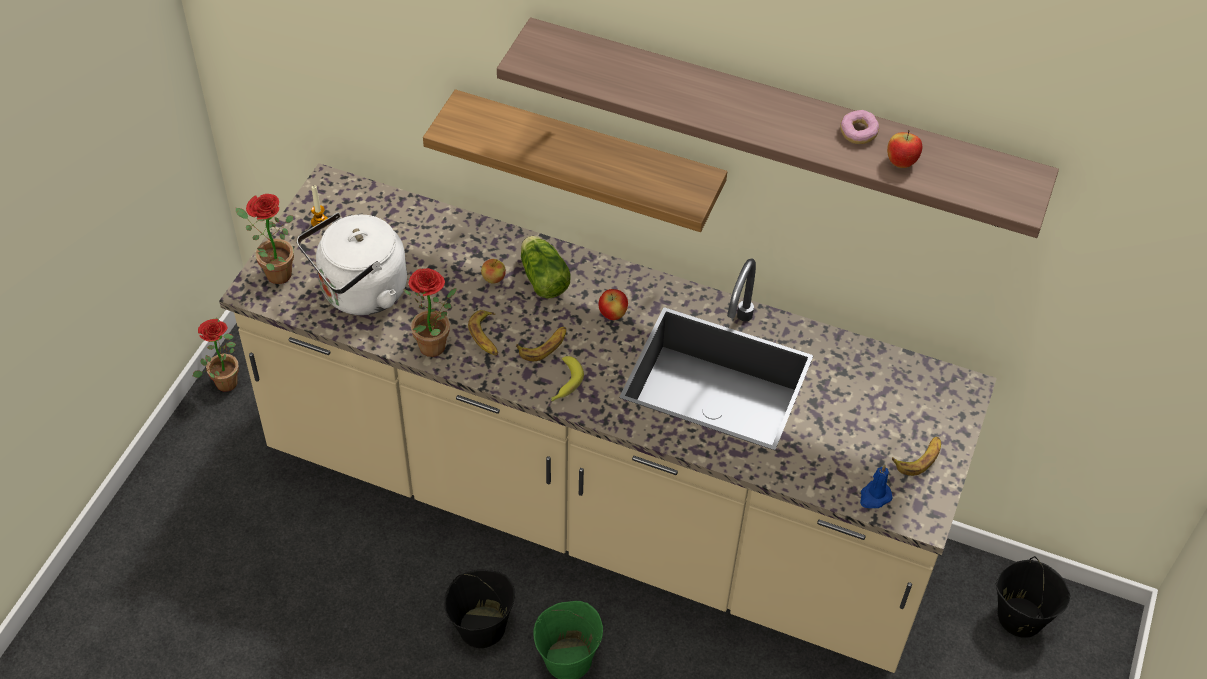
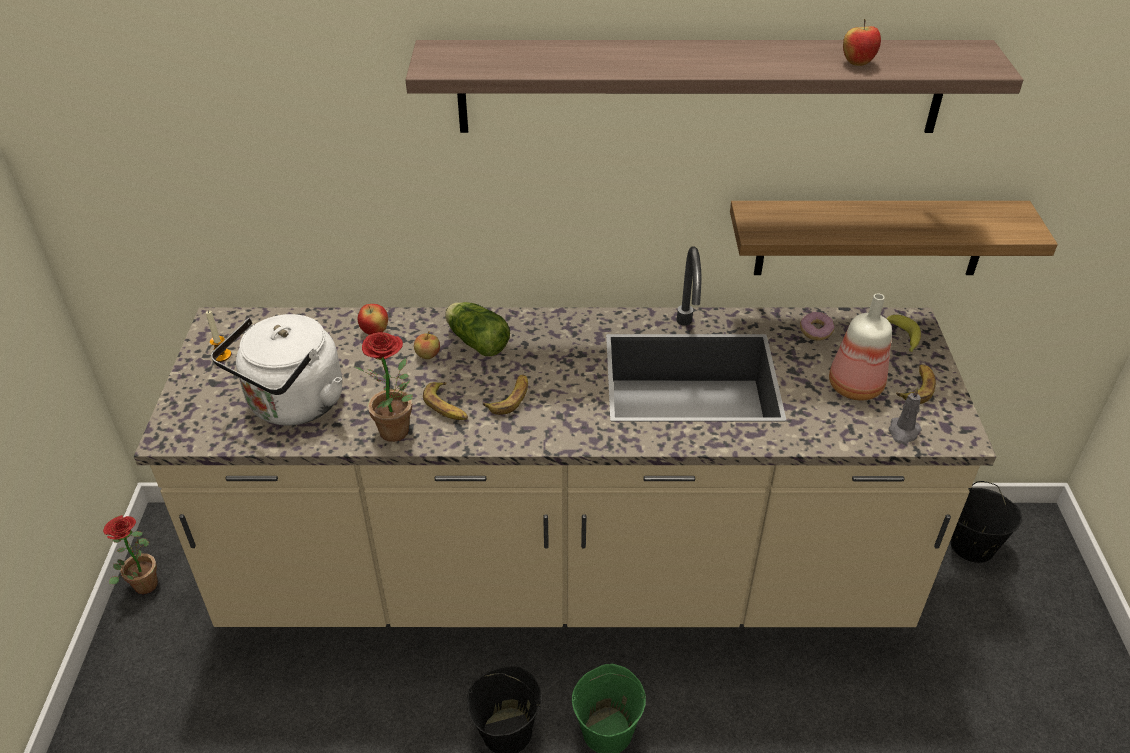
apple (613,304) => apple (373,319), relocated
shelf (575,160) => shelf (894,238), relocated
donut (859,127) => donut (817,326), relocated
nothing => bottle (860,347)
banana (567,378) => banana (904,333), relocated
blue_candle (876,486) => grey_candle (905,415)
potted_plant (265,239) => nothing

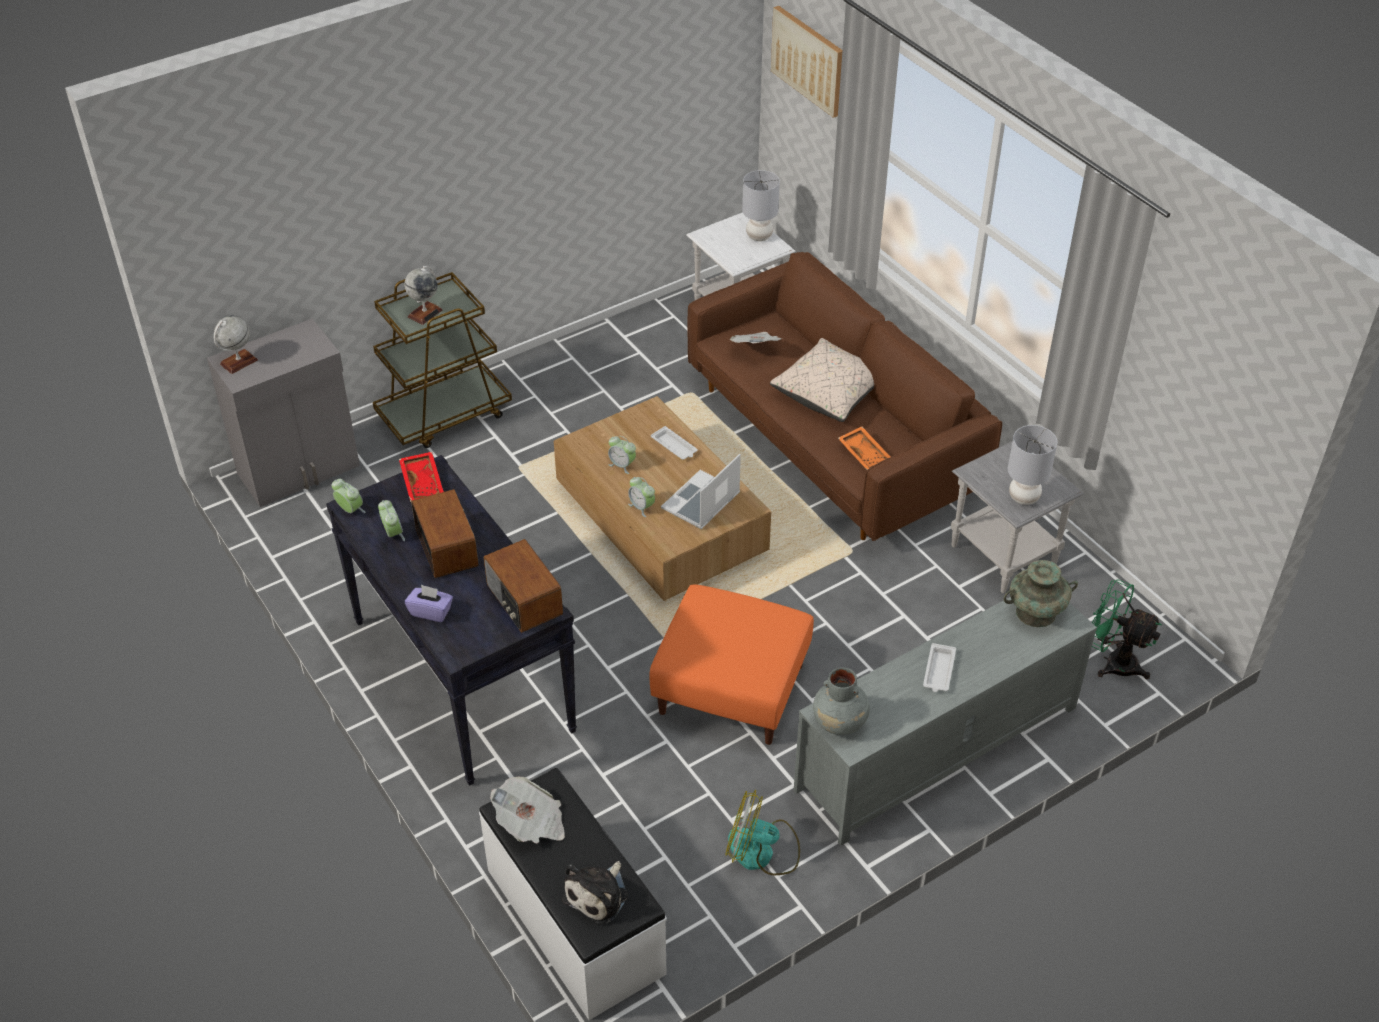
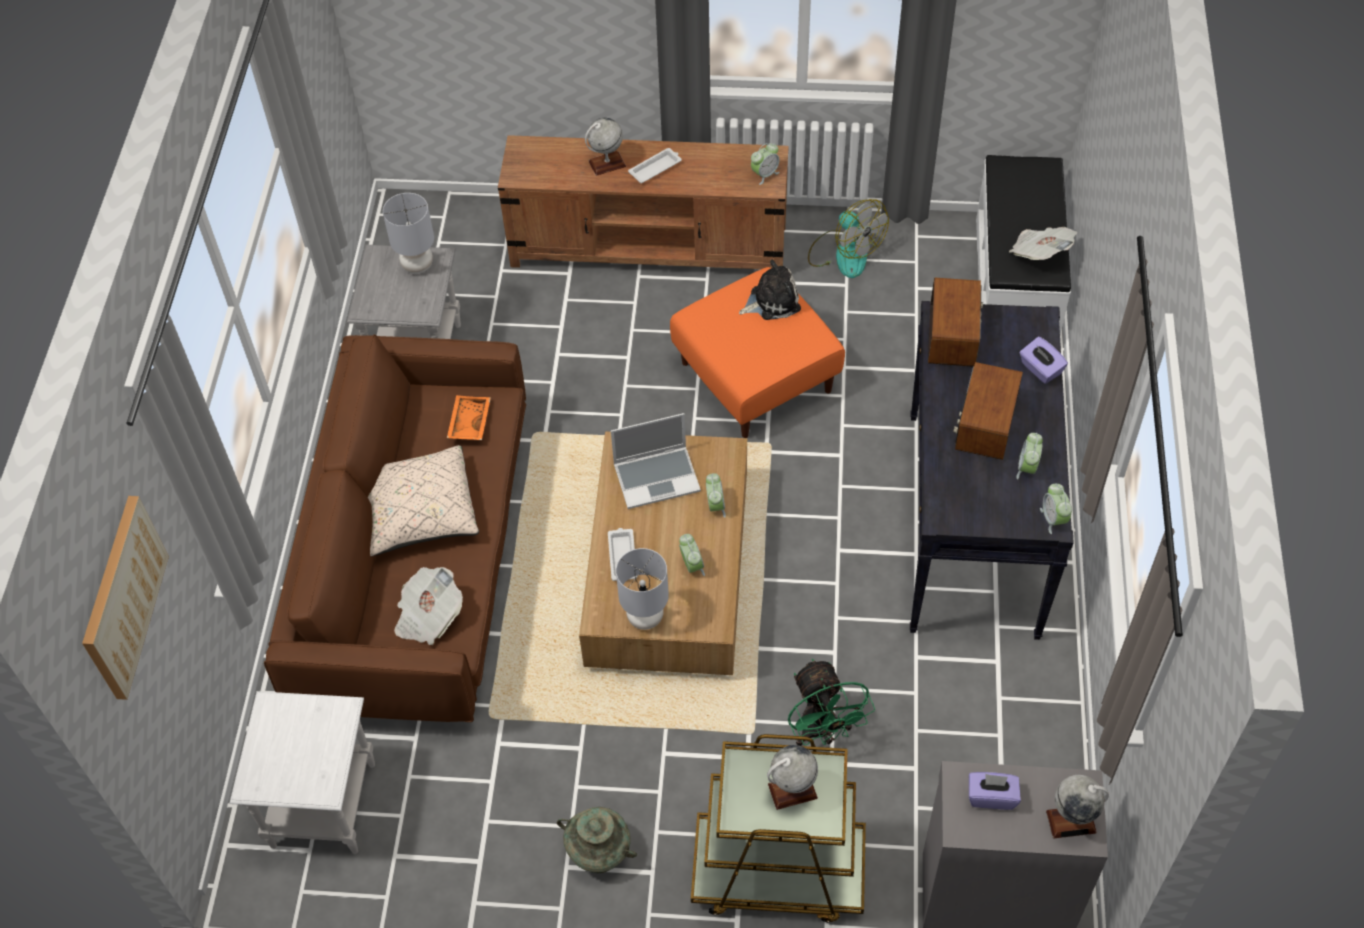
grey_tv_stand (945,721) => brown_tv_stand (643,202)
turquoise_vase (1041,593) => turquoise_vase (597,840), relocated
nothing => globe (605,147)
grey_table_lamp (761,205) => grey_table_lamp (642,589), relocated
plush_toy (595,893) => plush_toy (770,290), relocated
grey_vase (841,701) => alarm_clock (765,164)
green_fan (1127,629) => green_fan (831,702), relocated
nothing => purple_tissue_box (995,791)
red_tray (421,477) => nothing

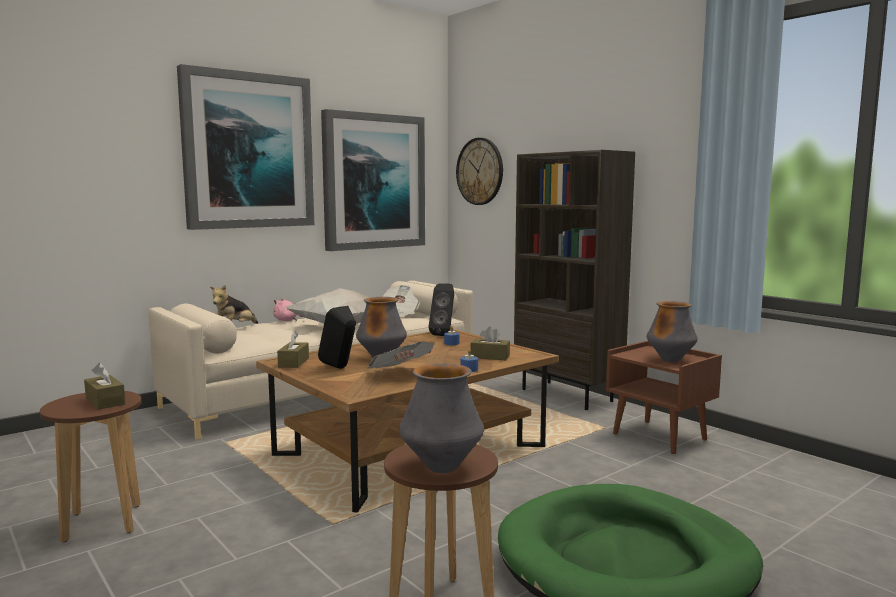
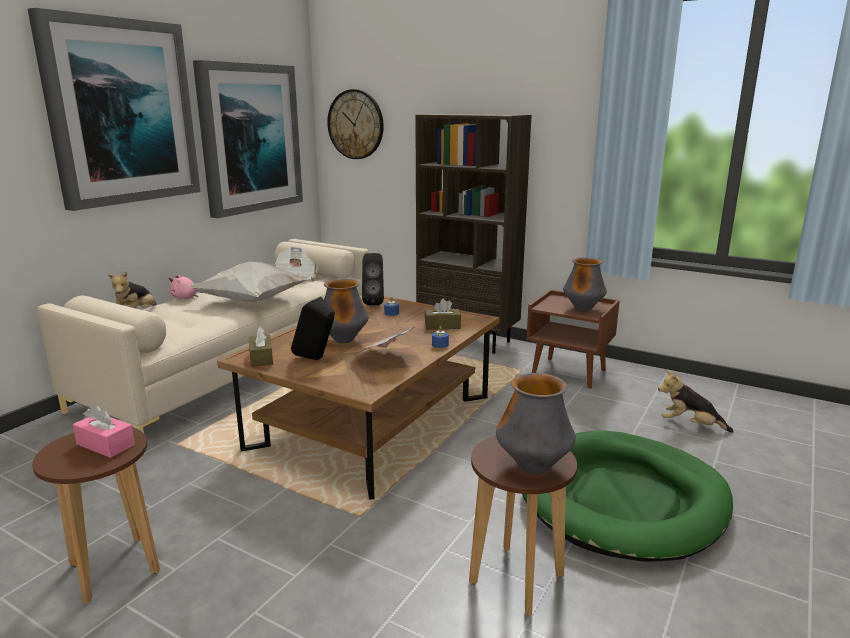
brown_tissue_box (105,386) => pink_tissue_box (104,431)
nothing => plush_toy (696,401)

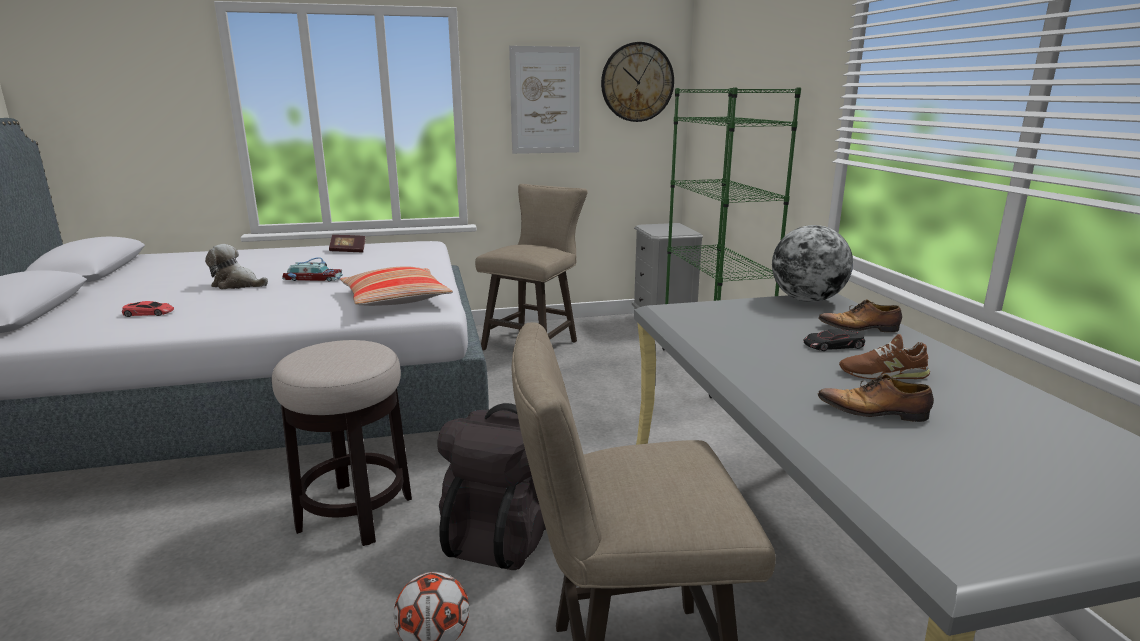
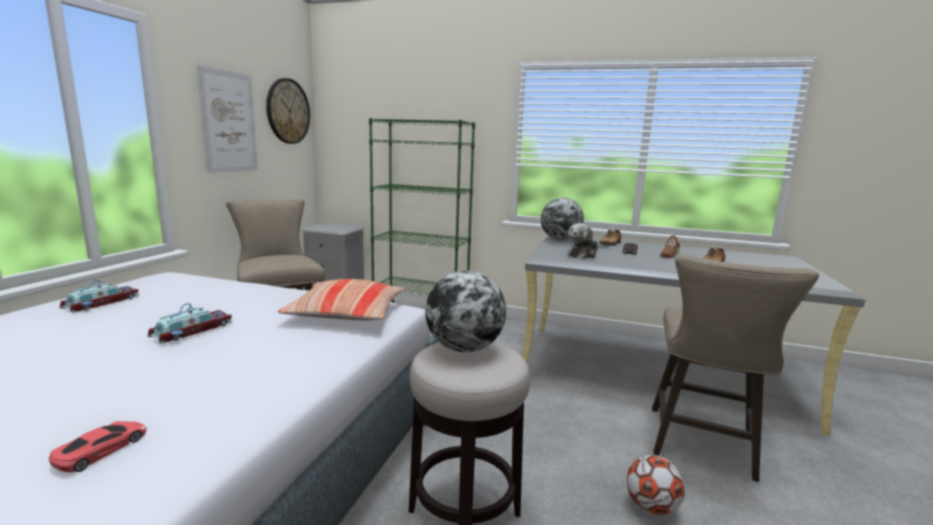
book (347,243) => toy_car (99,296)
nothing => globe (465,311)
plush_toy (236,266) => plush_toy (583,241), relocated
black_backpack (491,486) => nothing

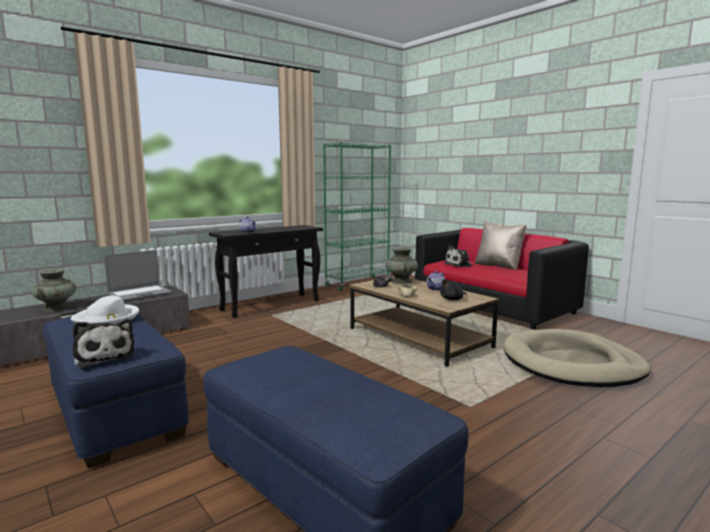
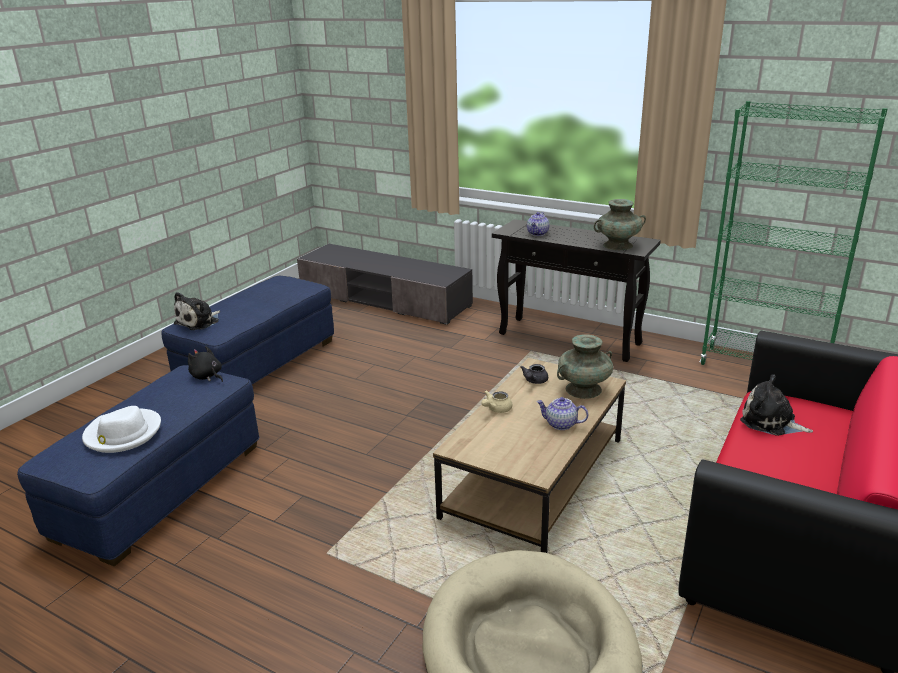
white_hat (105,310) => white_hat (121,429), relocated
black_plush_toy (453,289) => black_plush_toy (205,364), relocated
turquoise_vase (54,290) => turquoise_vase (620,224), relocated
laptop (138,275) => nothing
beige_pillow (501,246) => nothing

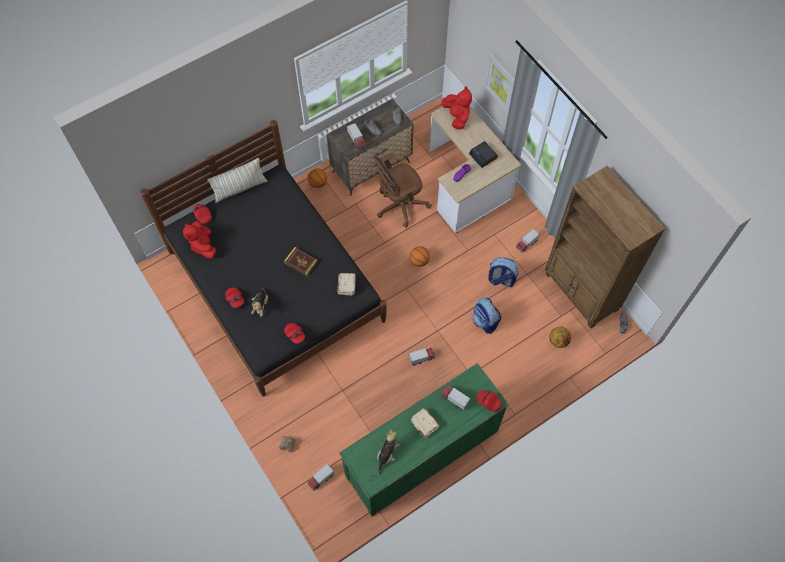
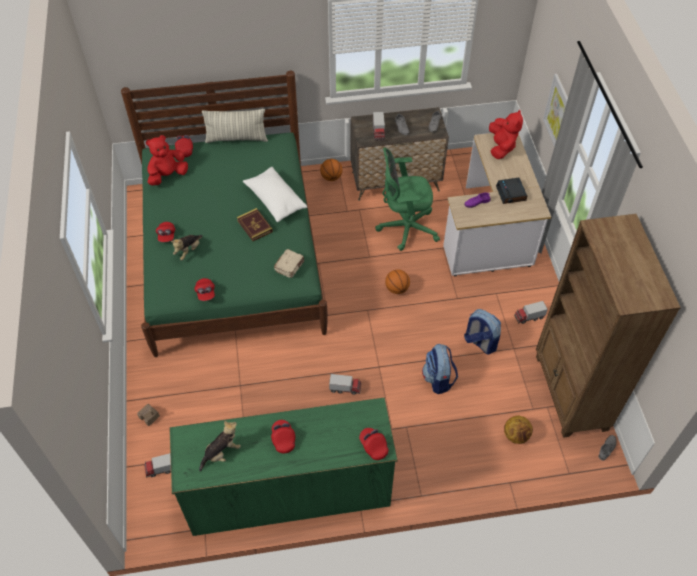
black_bed (263,258) => green_bed (224,213)
red_plush_toy (199,240) => red_plush_toy (167,160), 45 degrees clockwise
nothing => white_pillow (275,194)
beige_book (424,423) => red_cap (283,437)
brown_office_chair (402,190) => green_office_chair (407,199)
toy_truck (455,397) => nothing

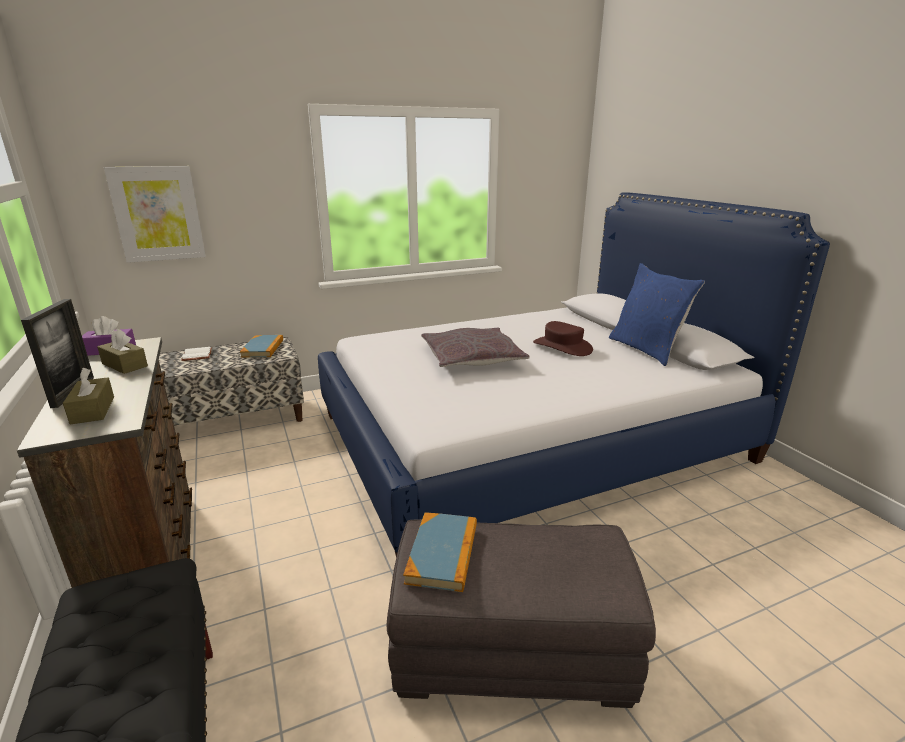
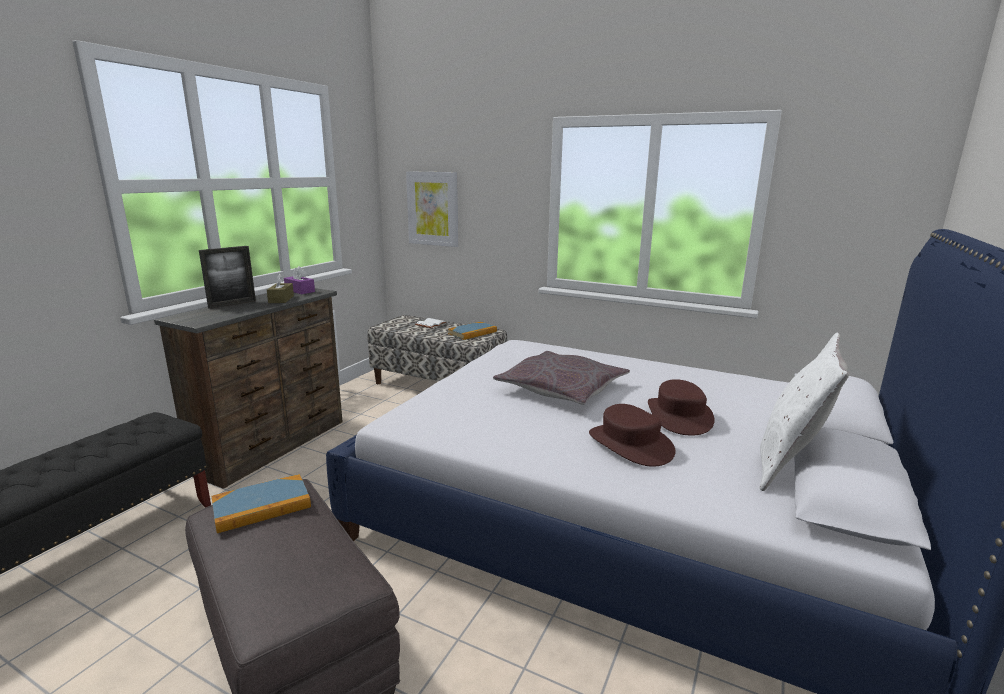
nothing => brown_hat (632,435)
blue_pillow (657,314) => white_pillow (804,411)
brown_tissue_box (88,396) => nothing

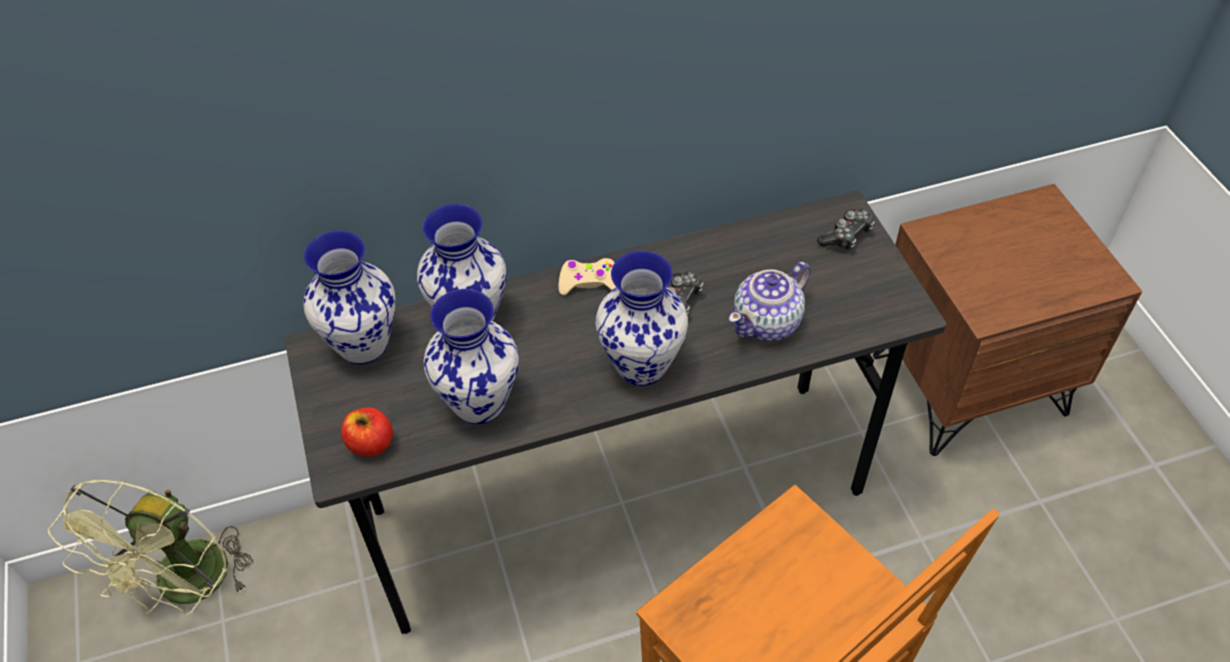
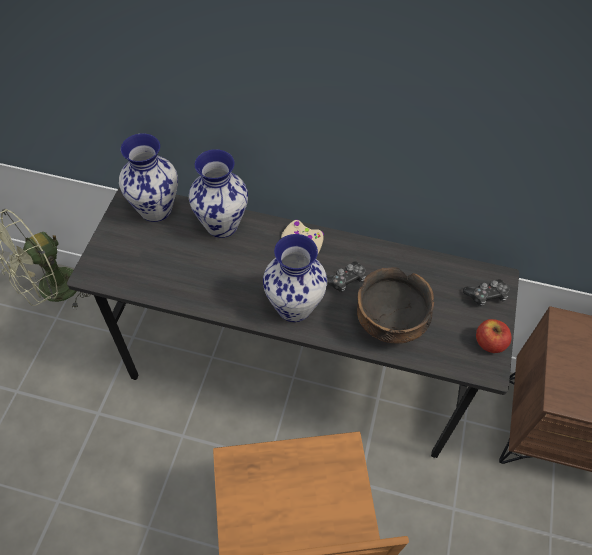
teapot (770,301) => bowl (395,305)
apple (367,432) => apple (494,336), relocated
vase (471,356) => nothing

